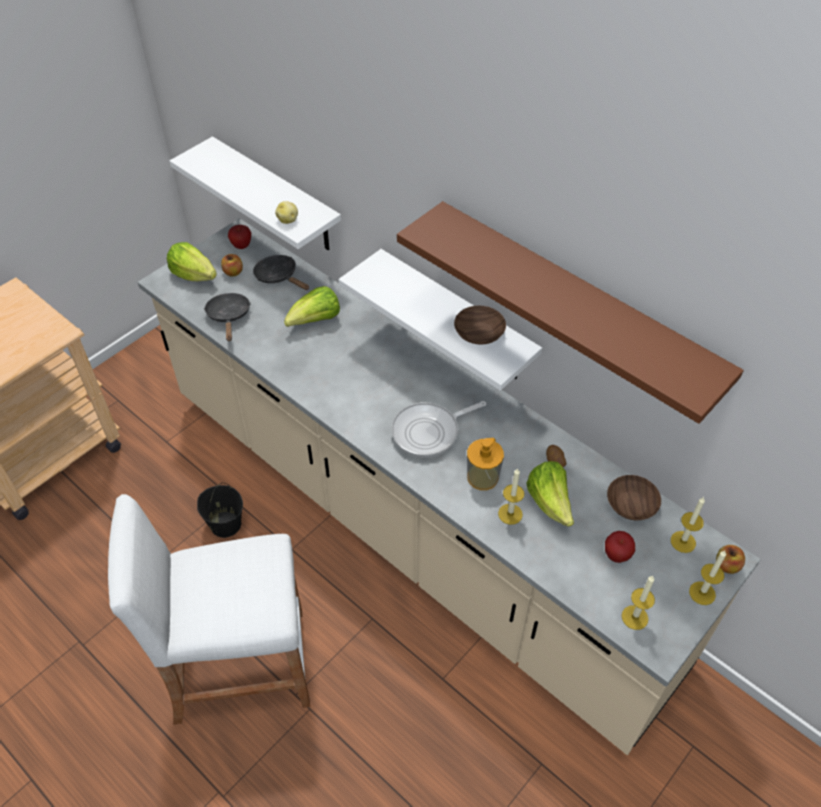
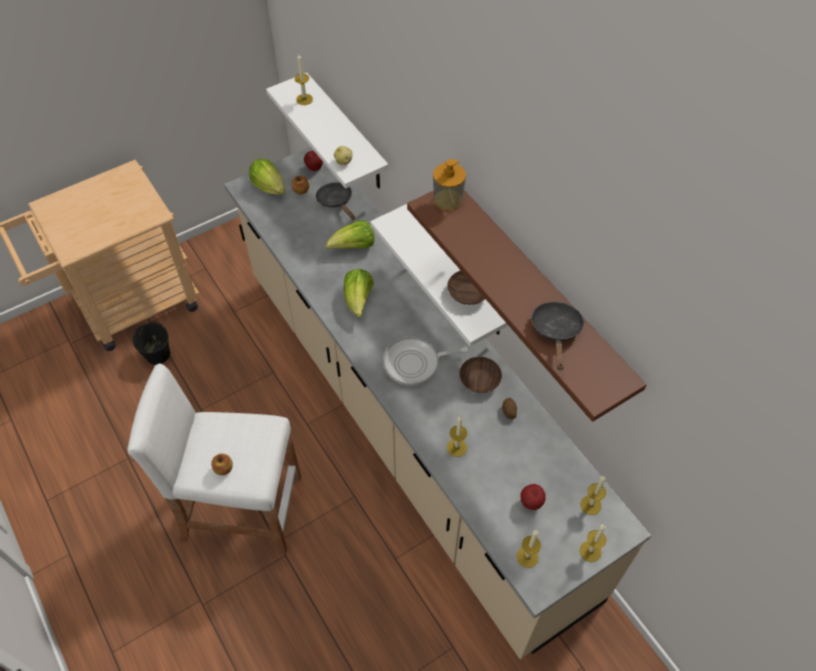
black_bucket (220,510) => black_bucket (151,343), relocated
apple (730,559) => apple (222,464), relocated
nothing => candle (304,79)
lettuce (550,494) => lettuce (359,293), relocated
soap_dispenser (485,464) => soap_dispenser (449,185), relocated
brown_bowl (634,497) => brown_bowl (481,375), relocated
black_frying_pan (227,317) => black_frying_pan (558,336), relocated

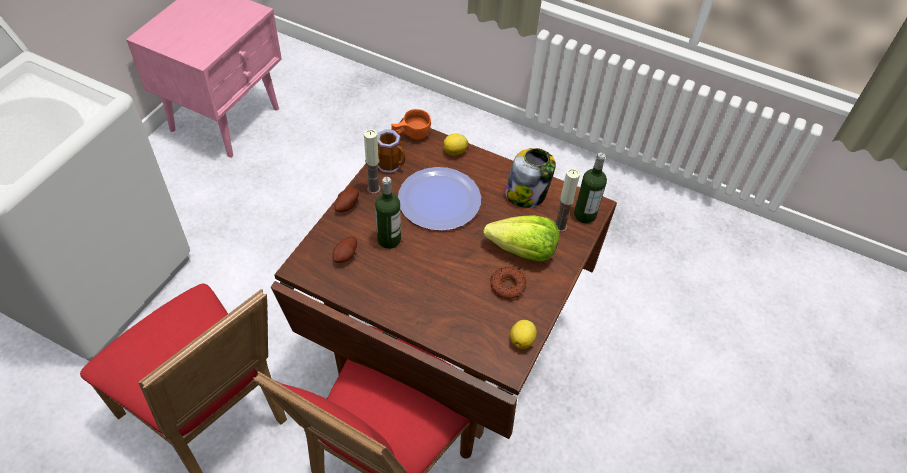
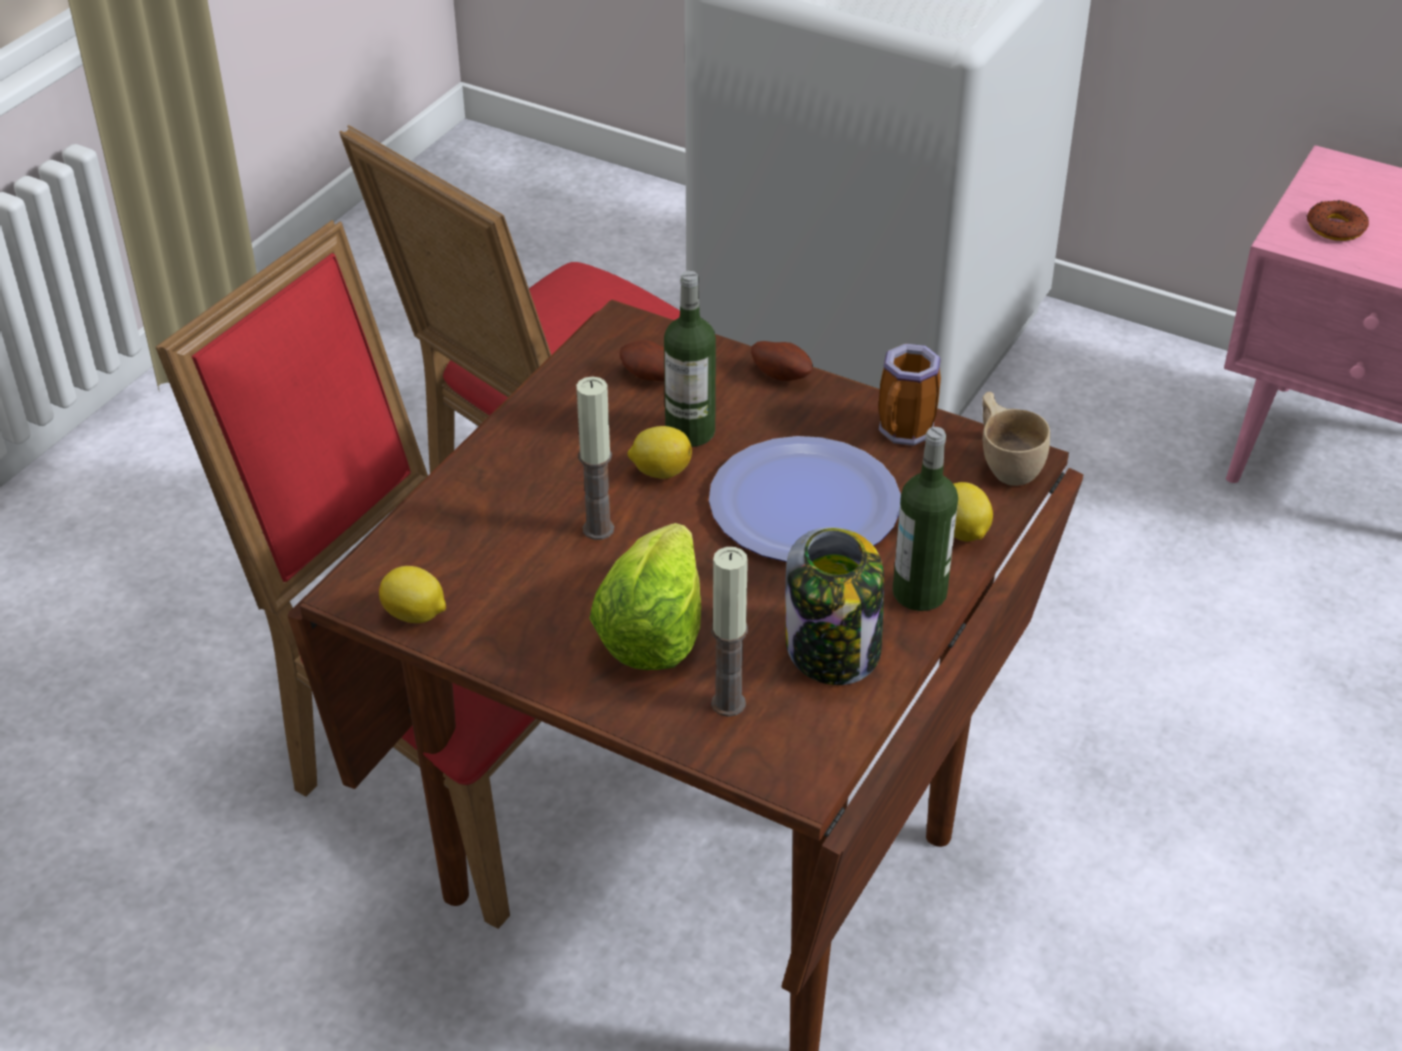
candle (372,161) => candle (595,458), relocated
nothing => lemon (659,452)
bottle (590,187) => bottle (925,519), relocated
orange_cup (411,124) => beige_cup (1016,439)
donut (508,283) => donut (1338,220), relocated

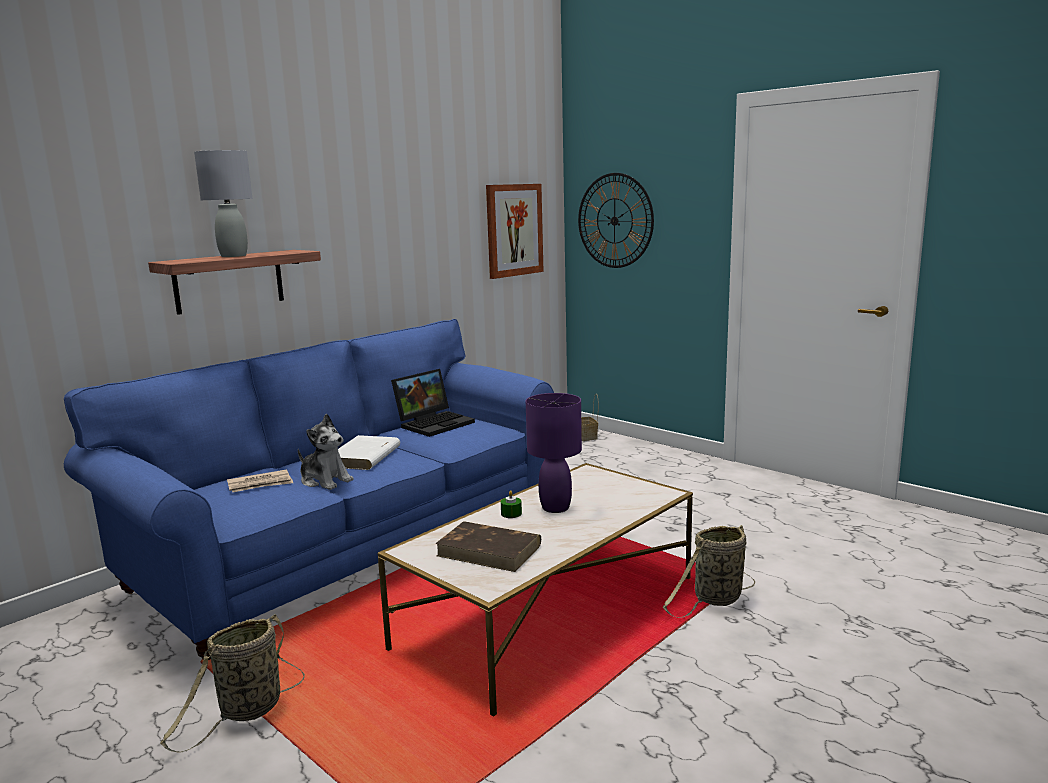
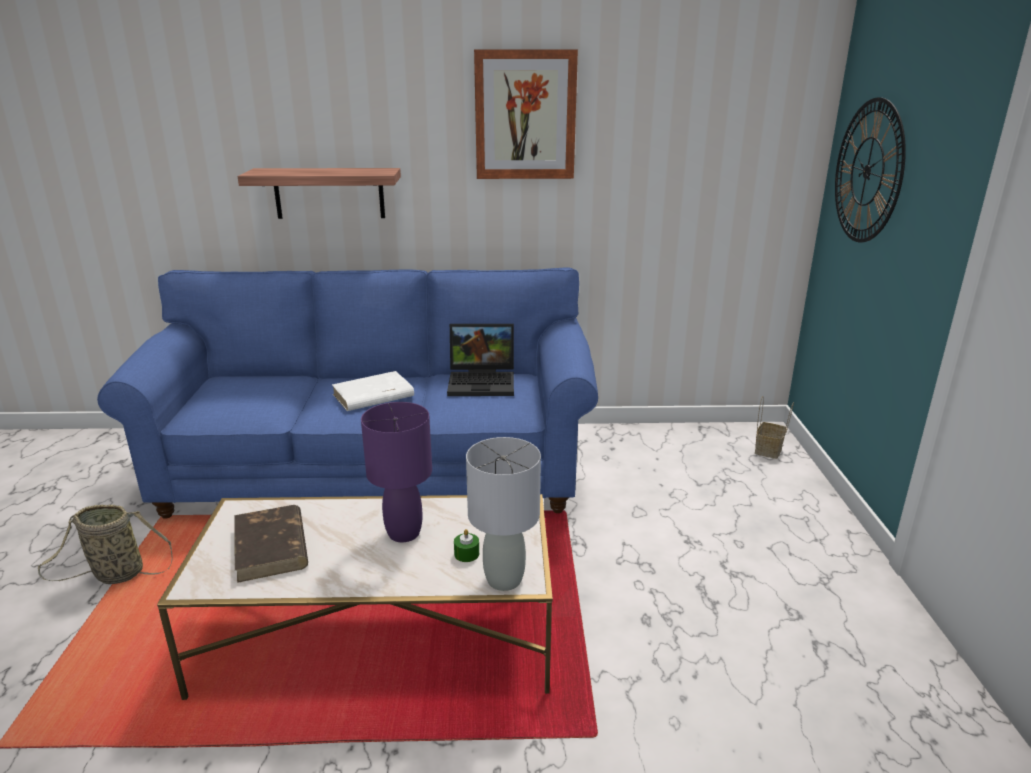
green_candle (511,504) => green_candle (466,545), relocated
grey_table_lamp (223,203) => grey_table_lamp (503,514), relocated
picture (515,231) => picture (526,114), relocated
newspaper (260,480) => nothing
plush_toy (326,452) => nothing
basket (709,571) => nothing

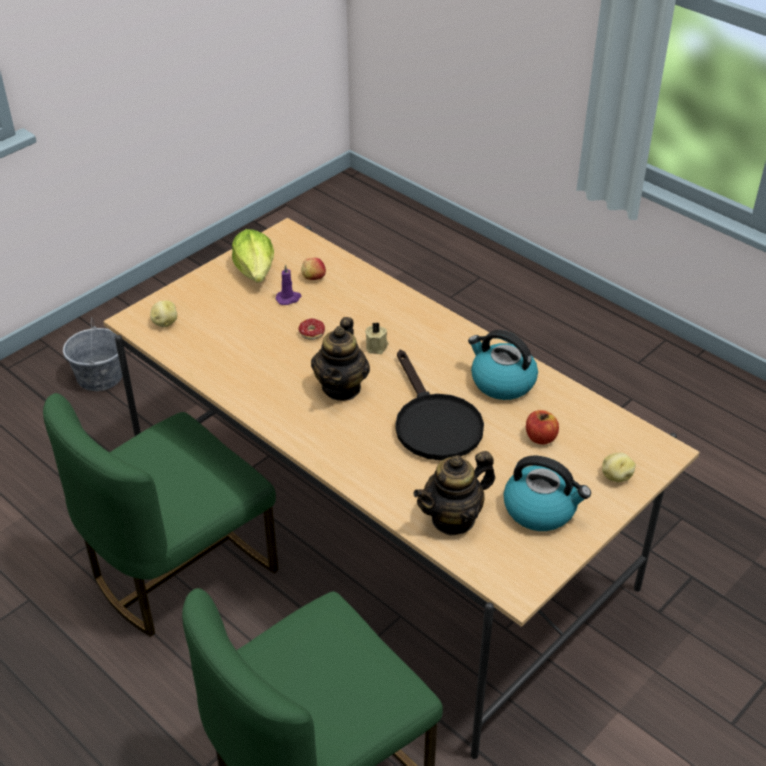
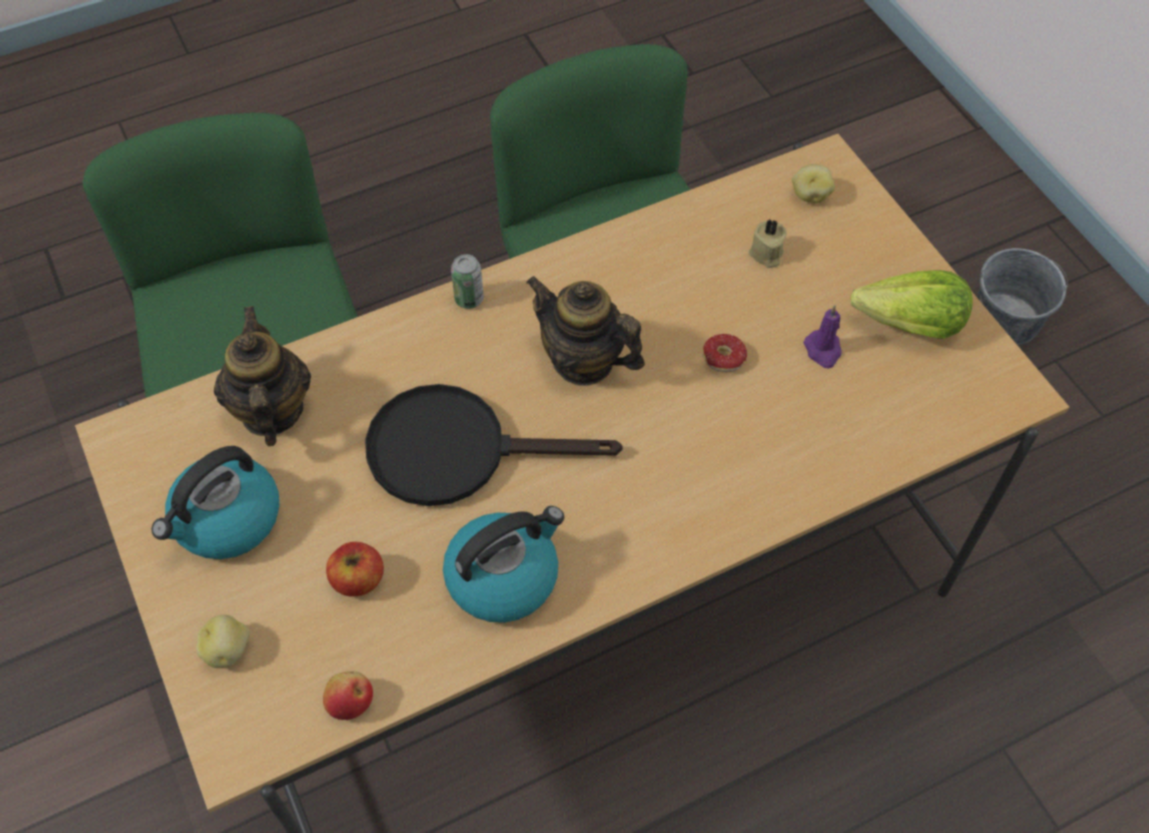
apple (313,269) => apple (348,695), relocated
nothing => can (467,281)
beige_candle (377,338) => beige_candle (768,243), relocated

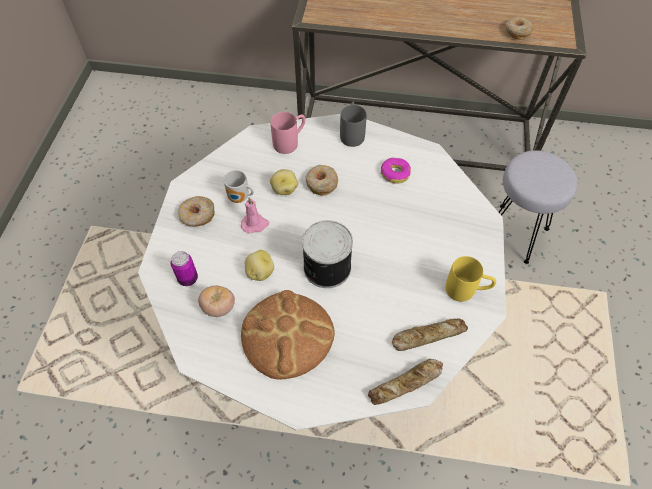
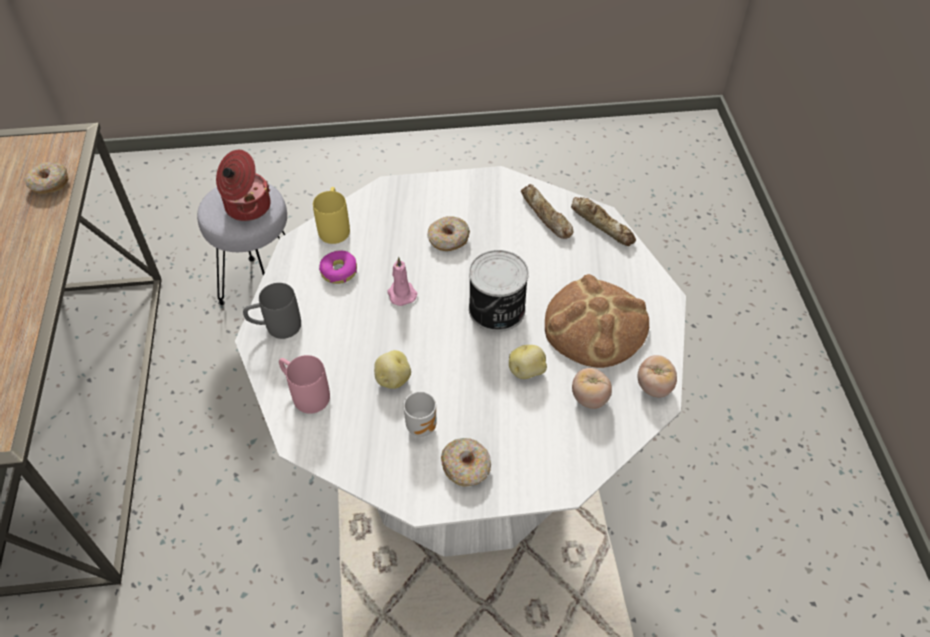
nothing => cooking_pot (243,185)
yellow_mug (470,279) => yellow_mug (331,215), relocated
pink_candle (255,215) => pink_candle (402,281), relocated
donut (321,180) => donut (448,233), relocated
nothing => tomato (657,376)
can (184,268) => nothing

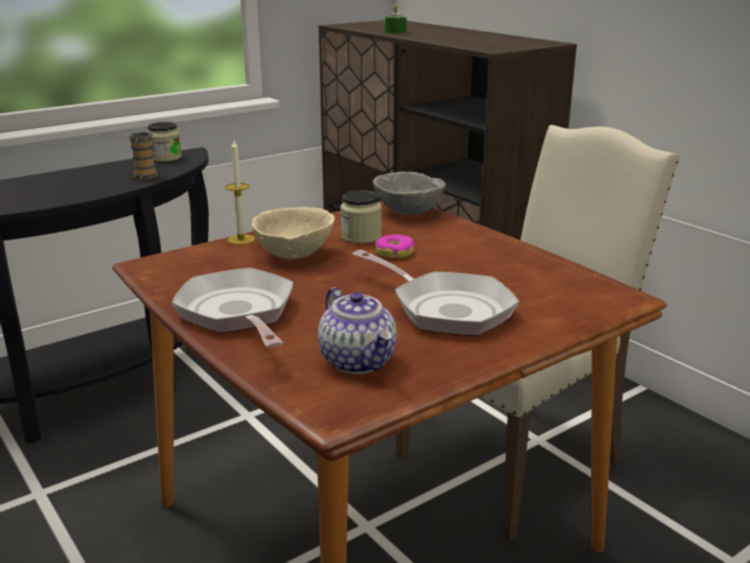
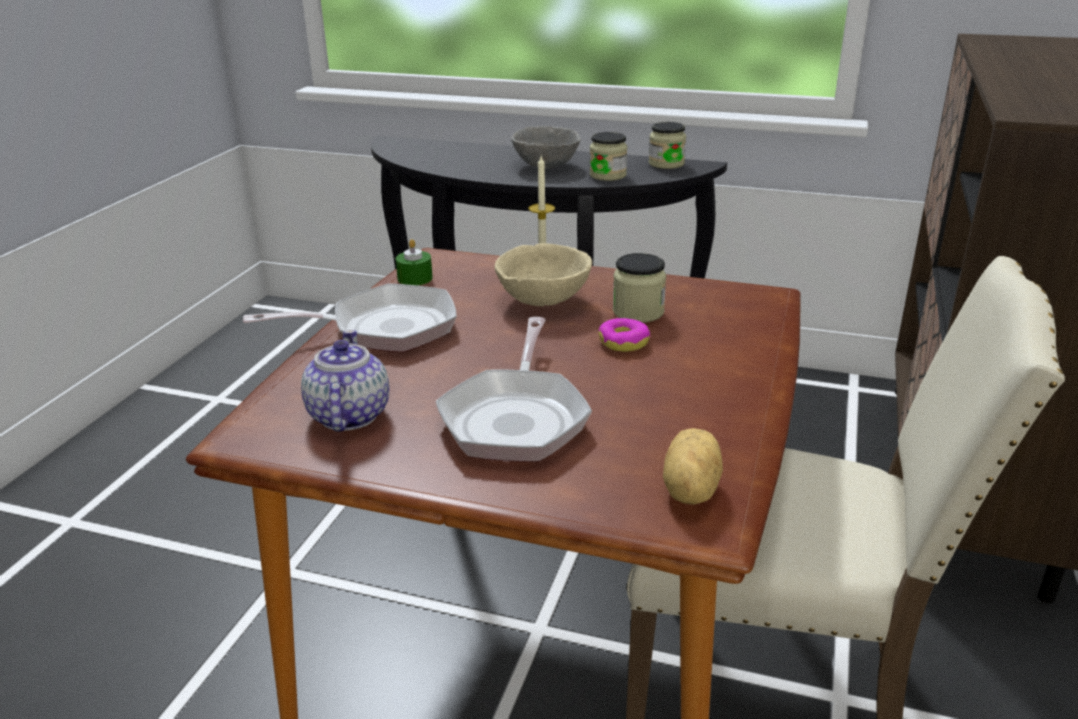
frying_pan (232,307) => frying_pan (350,317), 45 degrees clockwise
teapot (357,330) => teapot (345,381), 150 degrees clockwise
green_candle (396,19) => green_candle (414,262), relocated
grey_bowl (409,194) => grey_bowl (546,147), relocated
mug (143,156) => jar (608,156)
nothing => potato (693,466)

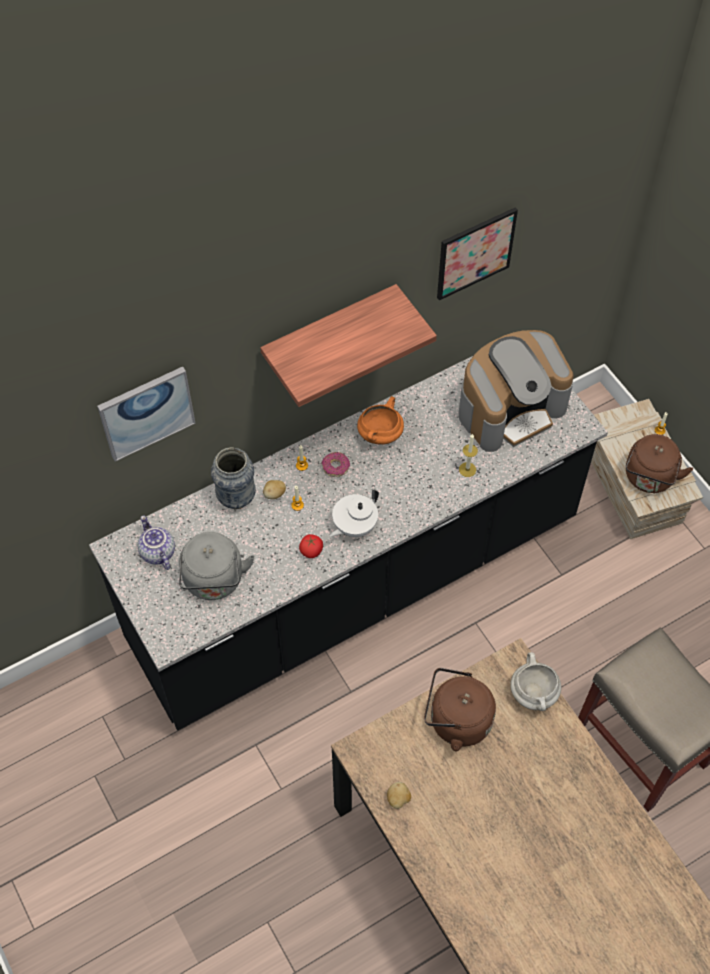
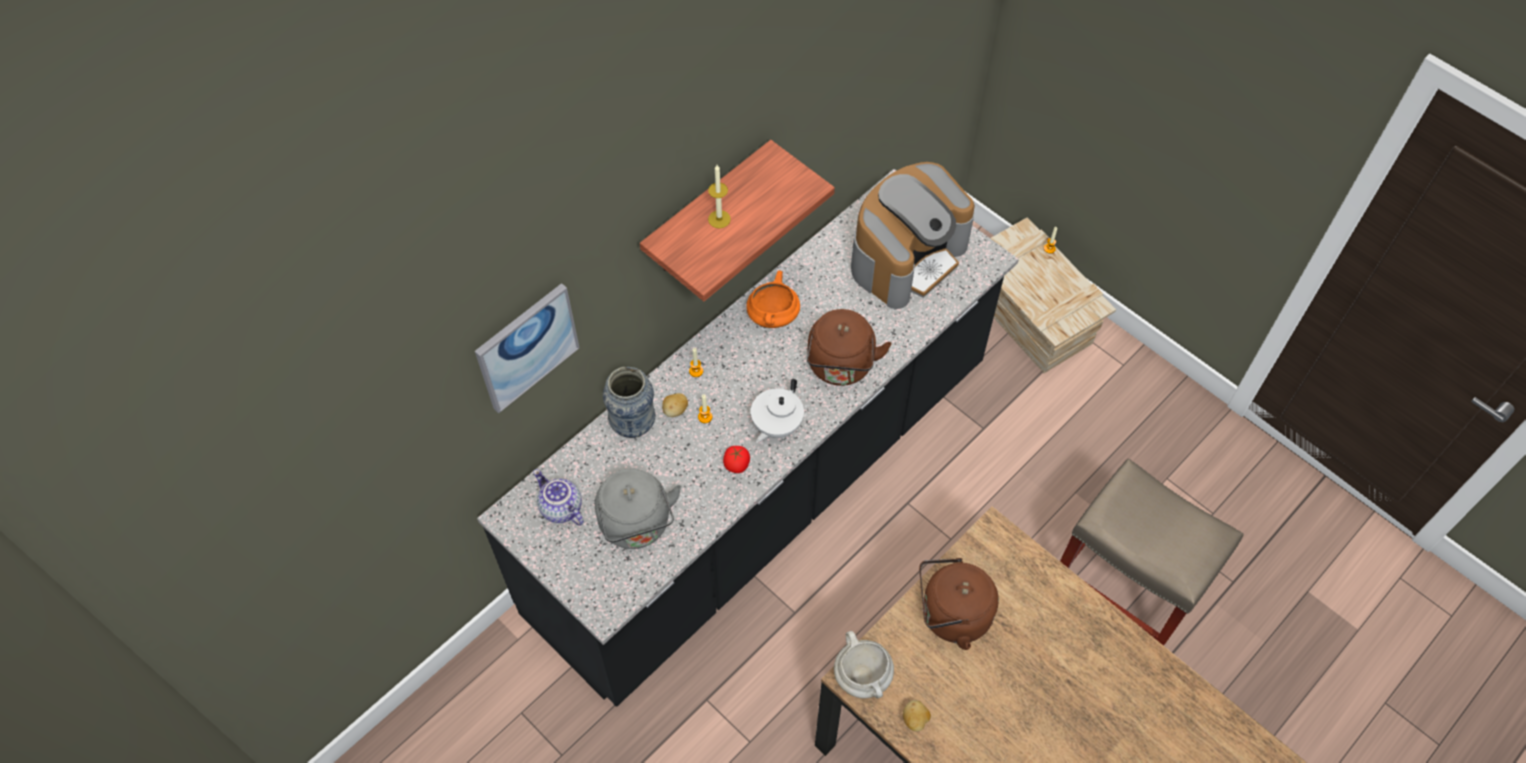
candle (468,455) => candle (719,196), relocated
brown_kettle (659,463) => brown_kettle (849,347), relocated
white_cooking_pot (535,681) => white_cooking_pot (864,665), relocated
donut (336,464) => nothing
picture (477,253) => nothing

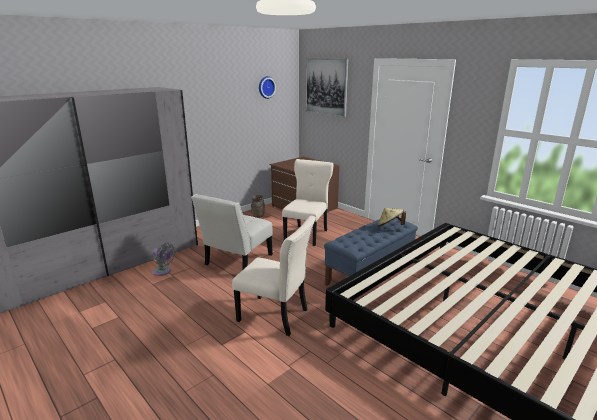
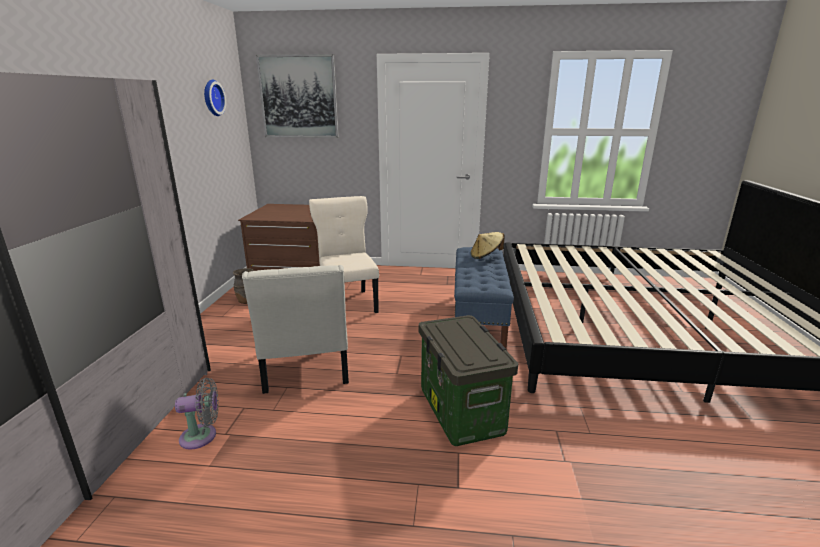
beige_chair (274,276) => storage_box (468,380)

